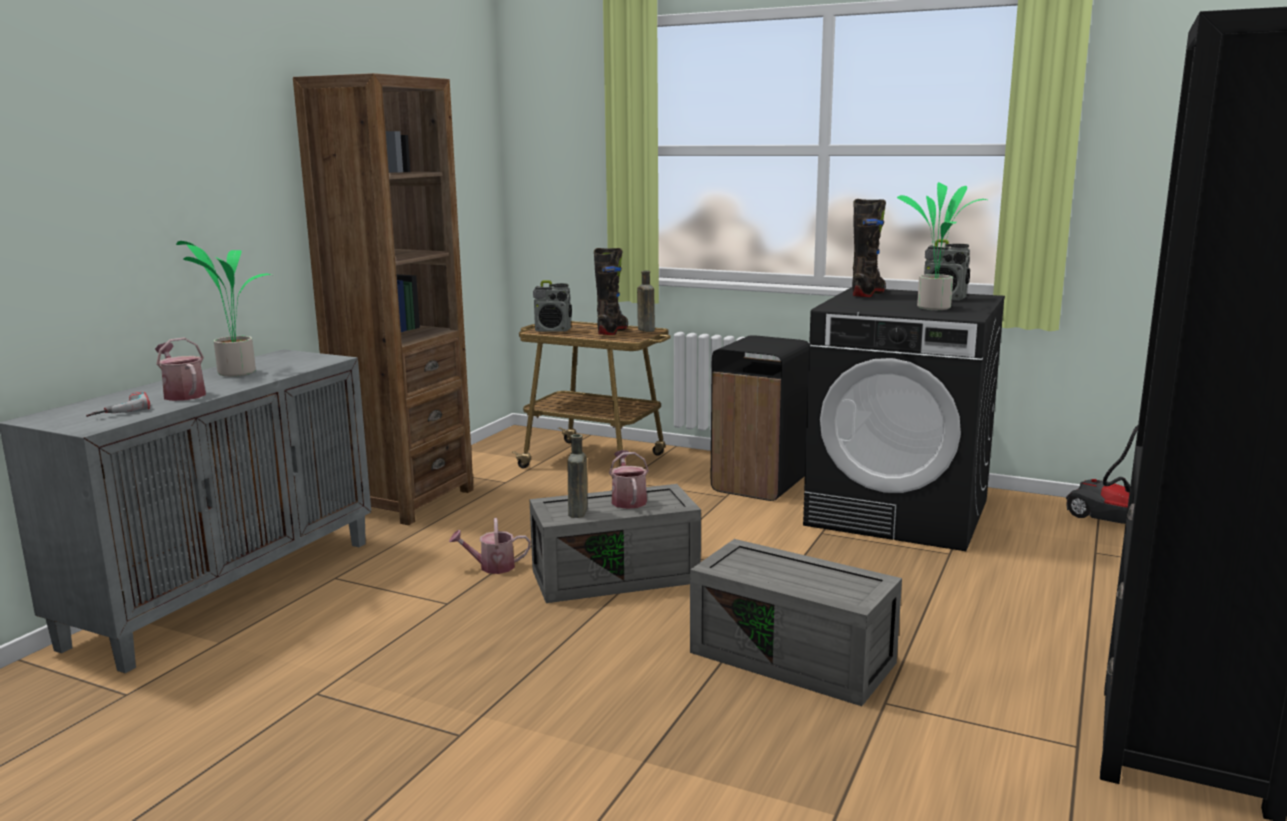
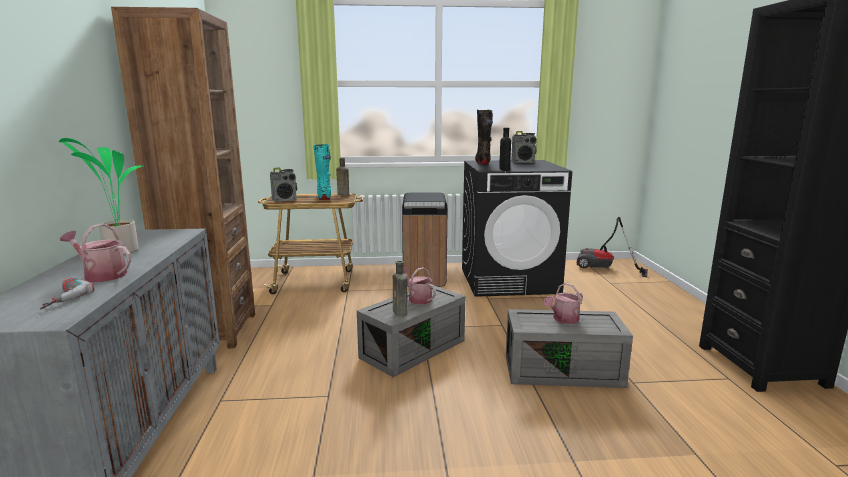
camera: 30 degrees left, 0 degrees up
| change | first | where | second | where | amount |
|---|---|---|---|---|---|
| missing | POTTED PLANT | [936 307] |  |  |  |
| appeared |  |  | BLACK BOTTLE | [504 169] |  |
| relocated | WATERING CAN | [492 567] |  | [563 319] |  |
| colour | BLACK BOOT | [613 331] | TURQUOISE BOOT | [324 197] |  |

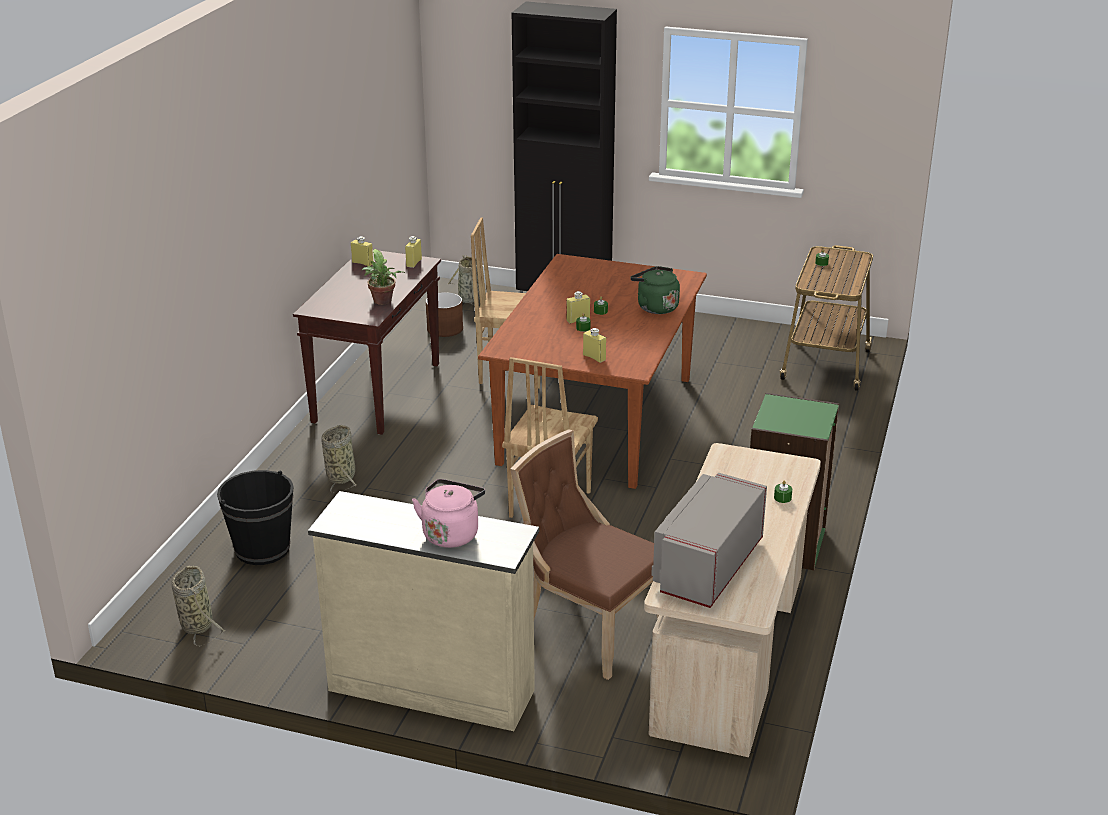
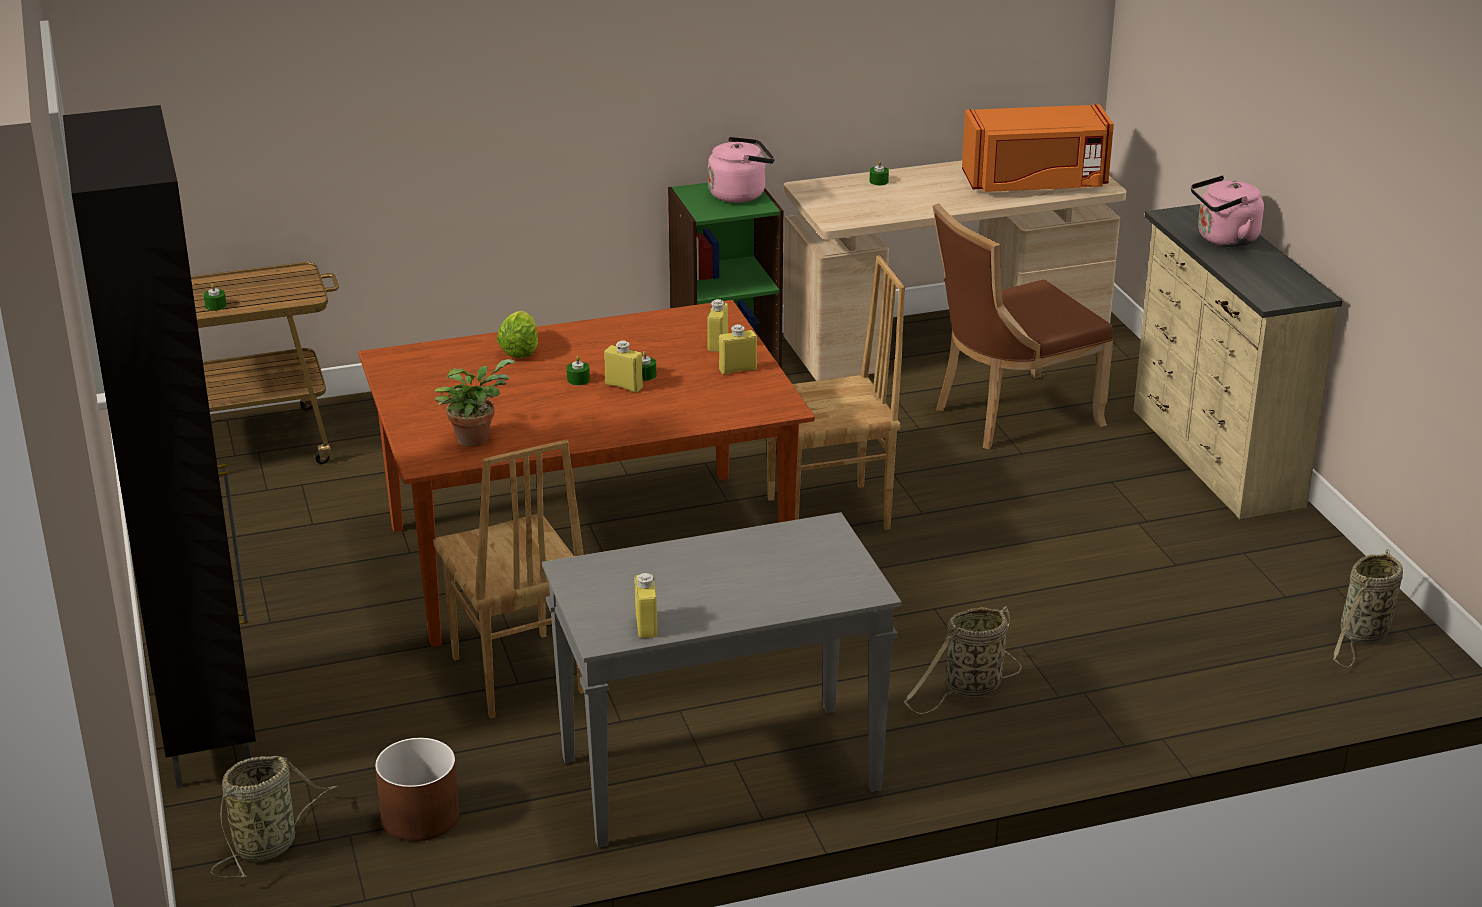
camera: 125 degrees left, 0 degrees up
| change | first | where | second | where | amount |
|---|---|---|---|---|---|
| missing | BLACK BUCKET | [262 549] |  |  |  |
| appeared |  |  | PINK KETTLE | [740 194] |  |
| relocated | POTTED PLANT | [383 302] |  | [475 437] |  |
| relocated | YELLOW BOTTLE | [414 263] |  | [738 369] |  |
| exchanged | GREEN KETTLE | [655 307] | LETTUCE | [520 350] |  |
| colour | BROWN CONSOLE TABLE | [377 392] | GREY CONSOLE TABLE | [718 777] |  |
| colour | GREY MICROWAVE | [707 566] | ORANGE MICROWAVE | [1035 183] |  |
| spun | BROWN CHAIR | [588 628] |  | [1010 415] | 60 degrees clockwise |

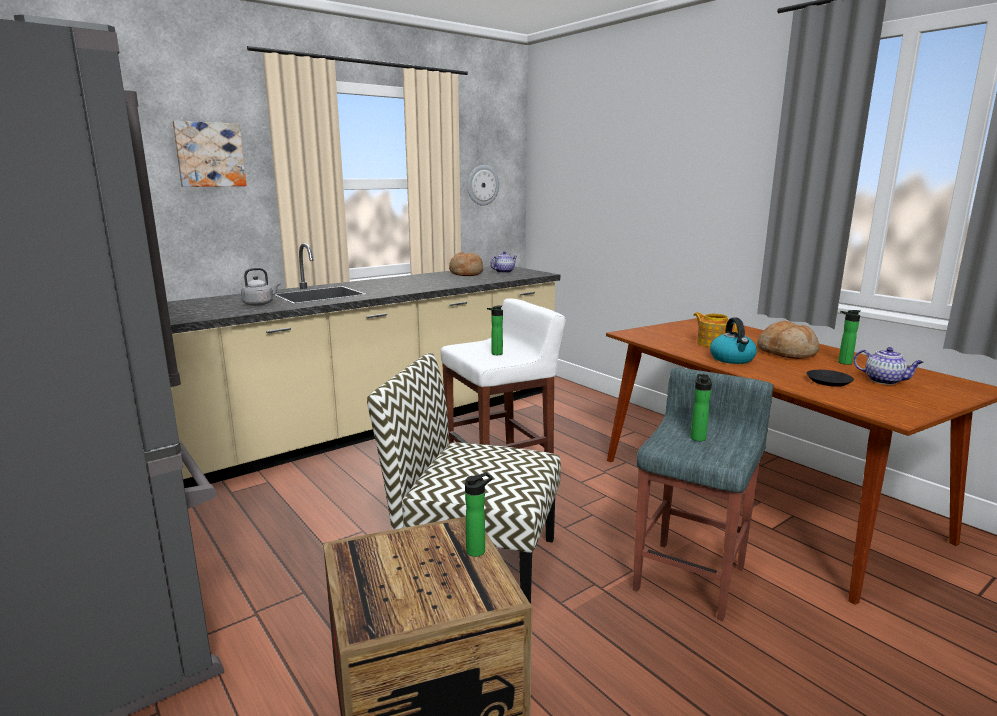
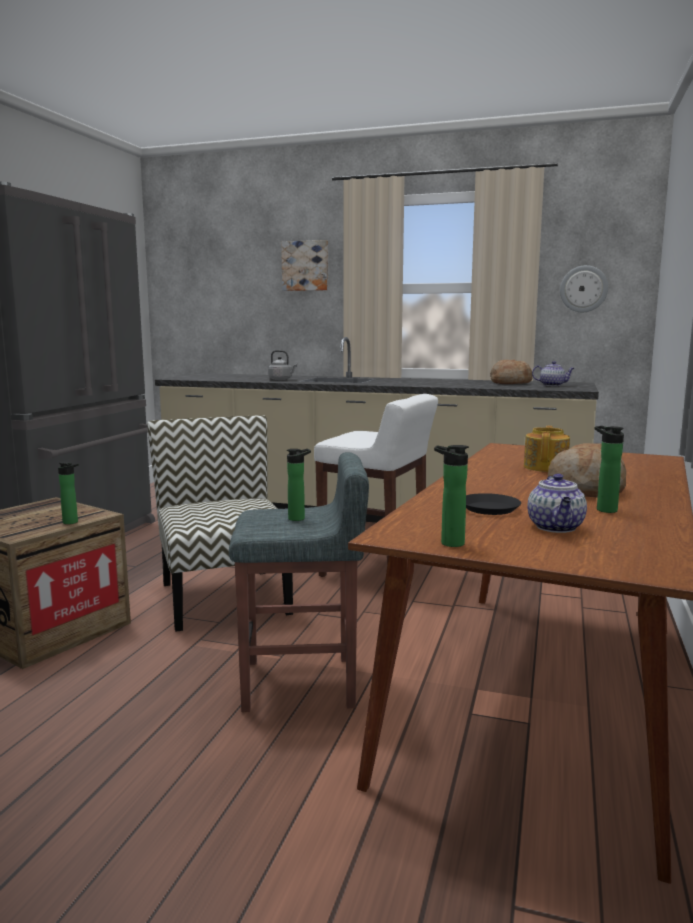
camera: 55 degrees right, 5 degrees down
| change | first | where | second | where | amount |
|---|---|---|---|---|---|
| missing | KETTLE | [732 359] |  |  |  |
| relocated | BOTTLE | [495 354] |  | [448 543] |  |

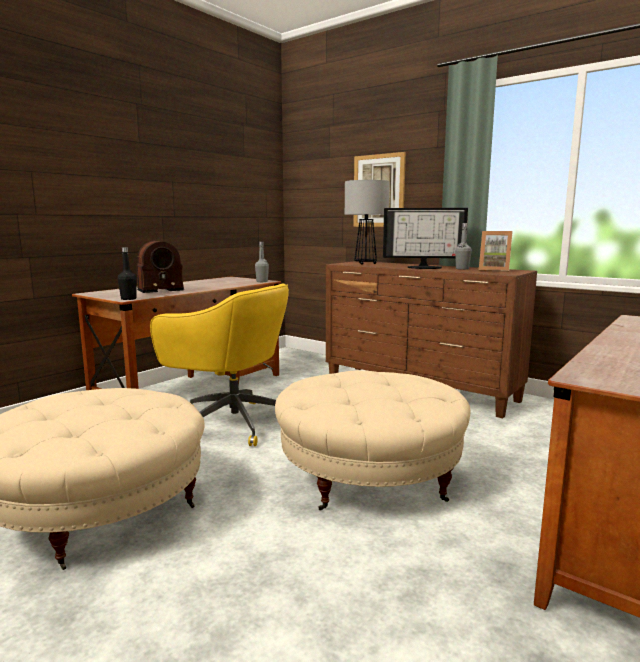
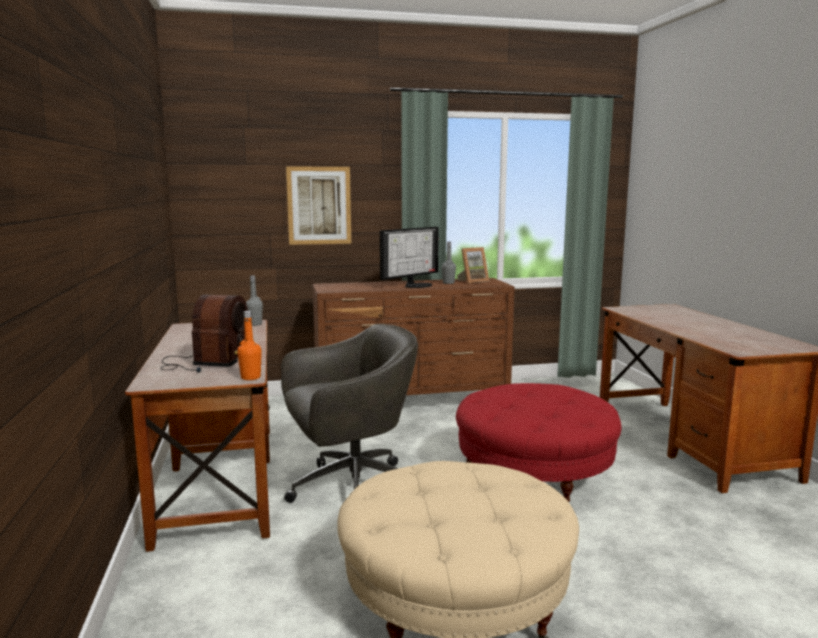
camera: 50 degrees left, 0 degrees up
| change | first | where | second | where | amount |
|---|---|---|---|---|---|
| missing | TABLE LAMP | [365 263] |  |  |  |
| colour | BLACK BOTTLE | [128 299] | ORANGE BOTTLE | [250 377] |  |
| colour | YELLOW OFFICE CHAIR | [231 422] | GREY OFFICE CHAIR | [350 489] |  |
| colour | BEIGE OTTOMAN | [369 475] | RED OTTOMAN | [534 475] |  |

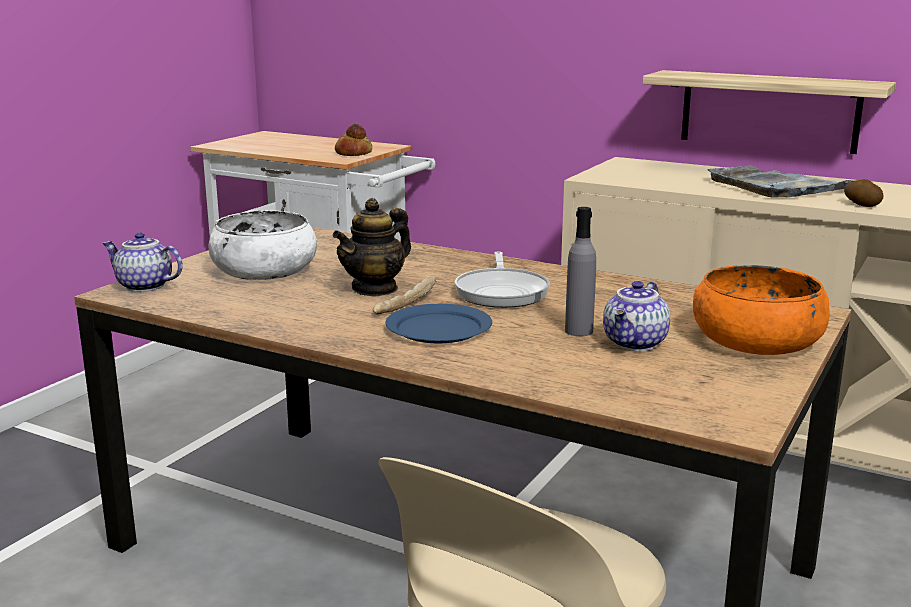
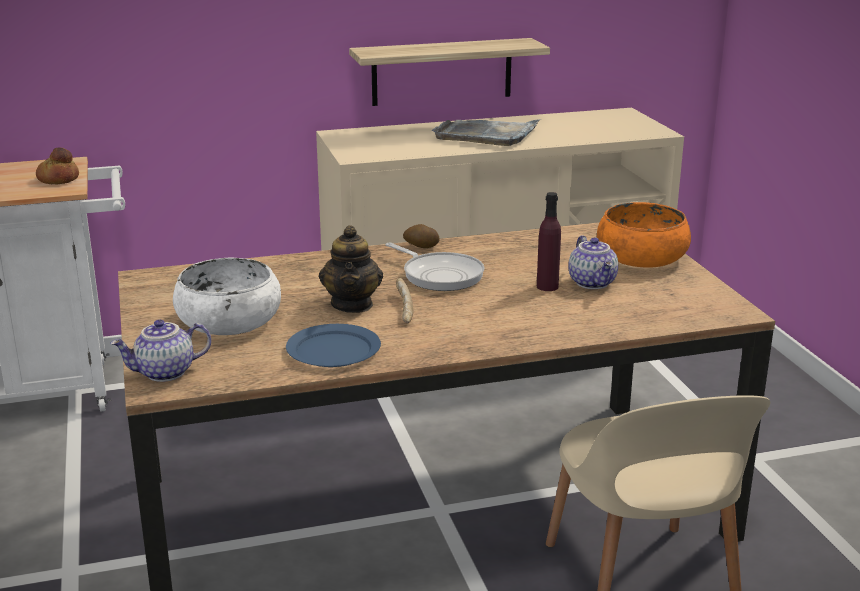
camera: 45 degrees left, 5 degrees up
| change | first | where | second | where | amount |
|---|---|---|---|---|---|
| relocated | BLUE PLATE | [438 328] |  | [333 350] |  |
| relocated | POTATO | [861 205] |  | [421 246] |  |
| colour | GREY BOTTLE | [579 331] | PURPLE BOTTLE | [547 286] |  |

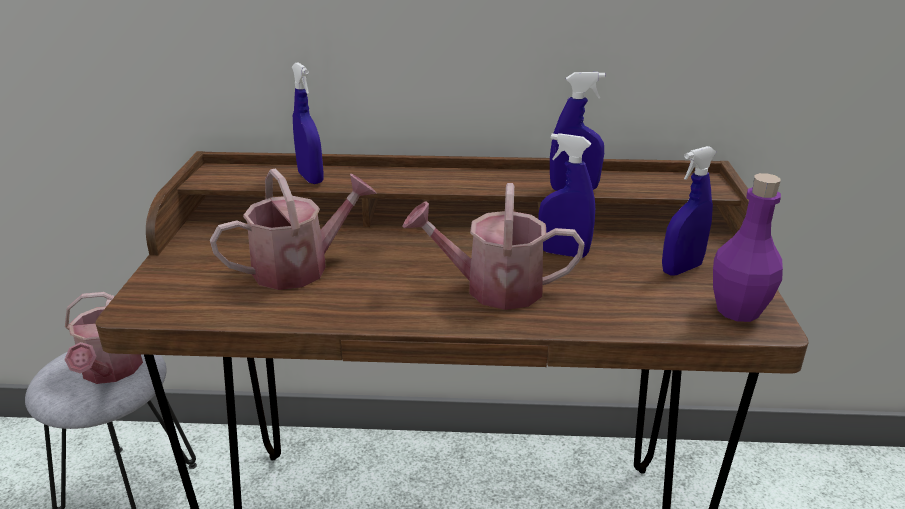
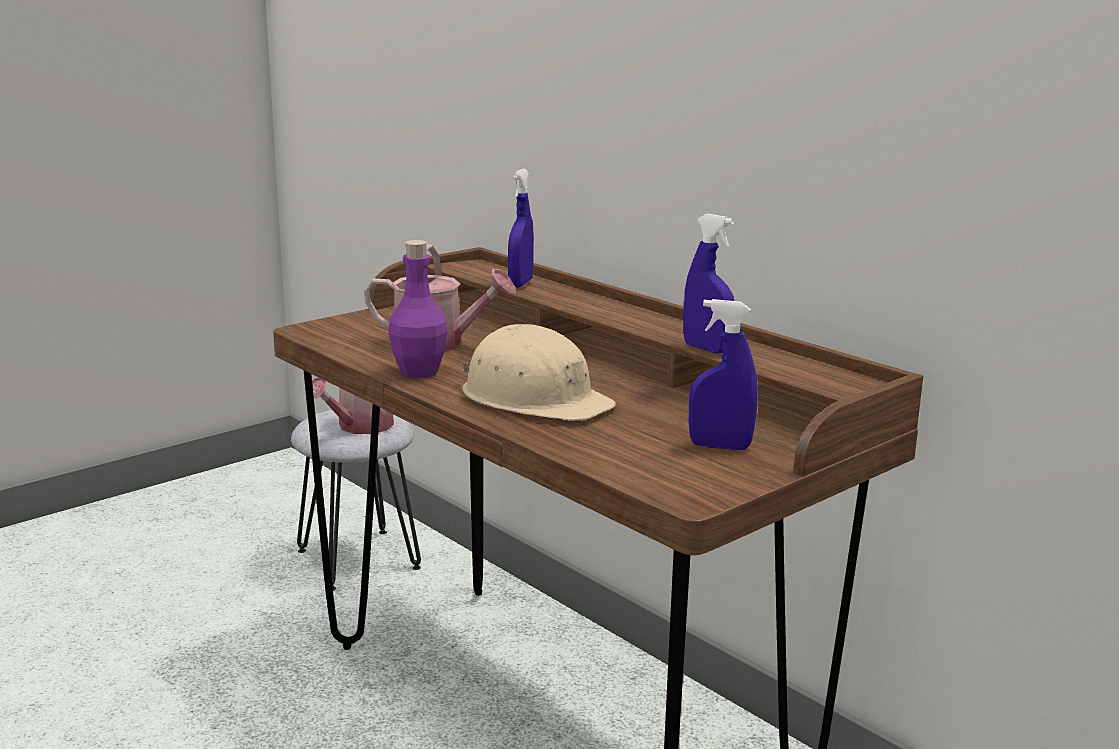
camera: 45 degrees right, 10 degrees down
| change | first | where | second | where | amount |
|---|---|---|---|---|---|
| missing | BLUE SPRAY BOTTLE | [563 253] |  |  |  |
| relocated | PURPLE BOTTLE | [737 310] |  | [419 372] |  |
| exchanged | WATERING CAN | [492 288] | BEIGE HARD HAT | [534 399] |  |

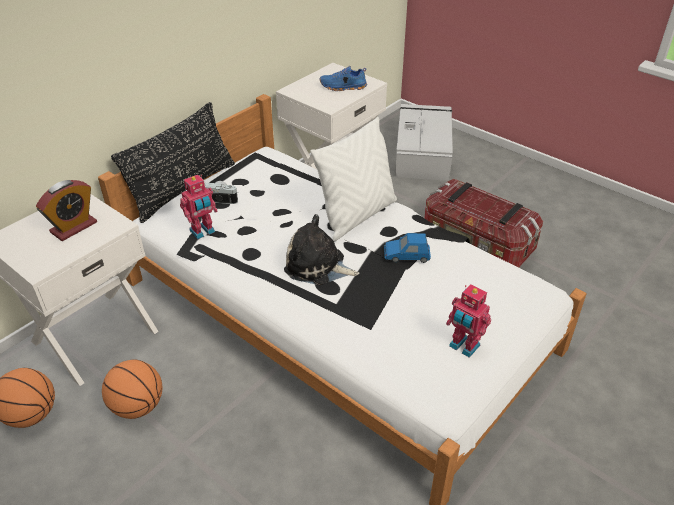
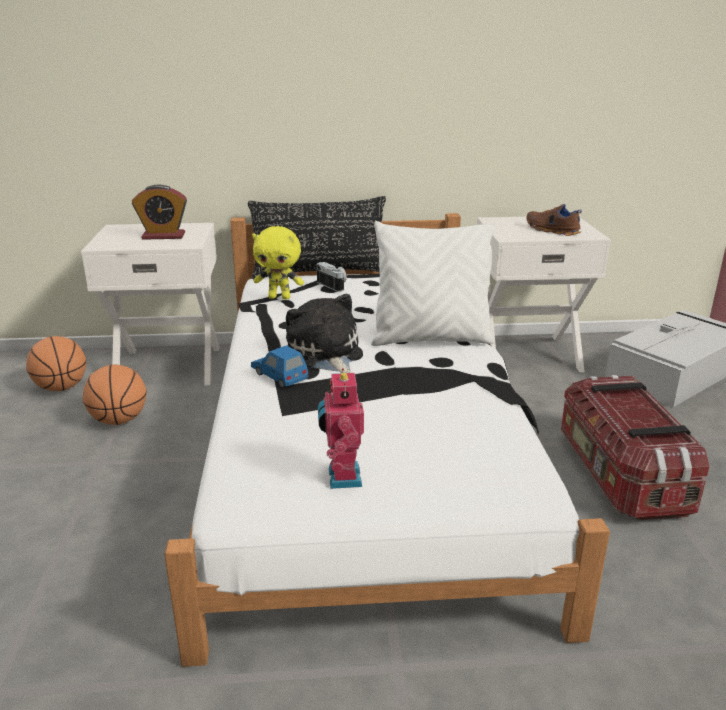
camera: 45 degrees right, 15 degrees down
| change | first | where | second | where | amount |
|---|---|---|---|---|---|
| relocated | BLUE TOY CAR | [406 255] |  | [279 376] |  |
| exchanged | TOY ROBOT | [203 232] | YELLOW PLUSH TOY | [280 297] |  |
| colour | BLUE SHOE | [343 87] | BROWN SHOE | [551 230] |  |

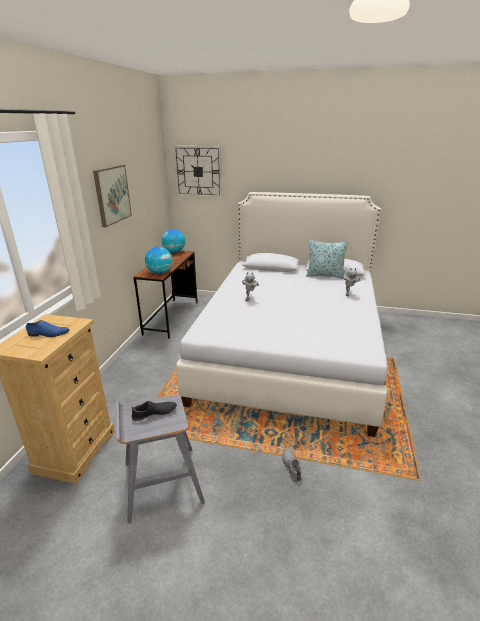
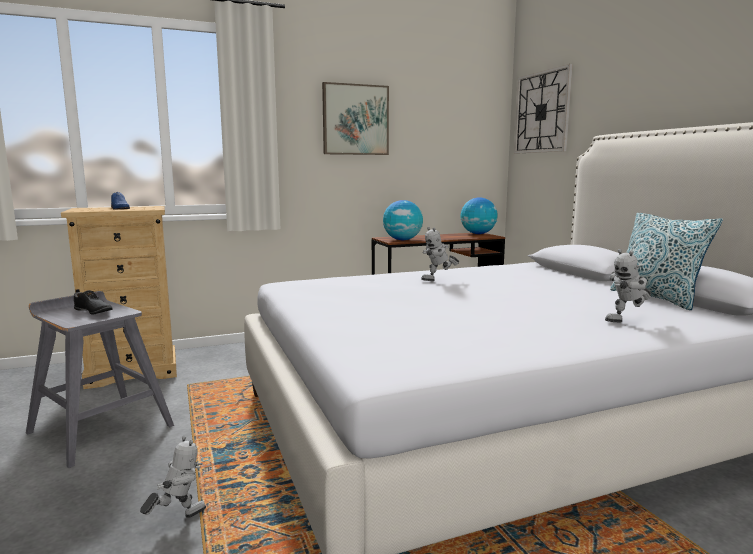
camera: 55 degrees right, 15 degrees down
| change | first | where | second | where | amount |
|---|---|---|---|---|---|
| exchanged | GREY SHOE | [291 466] | TOY ROBOT | [178 517] |  |

